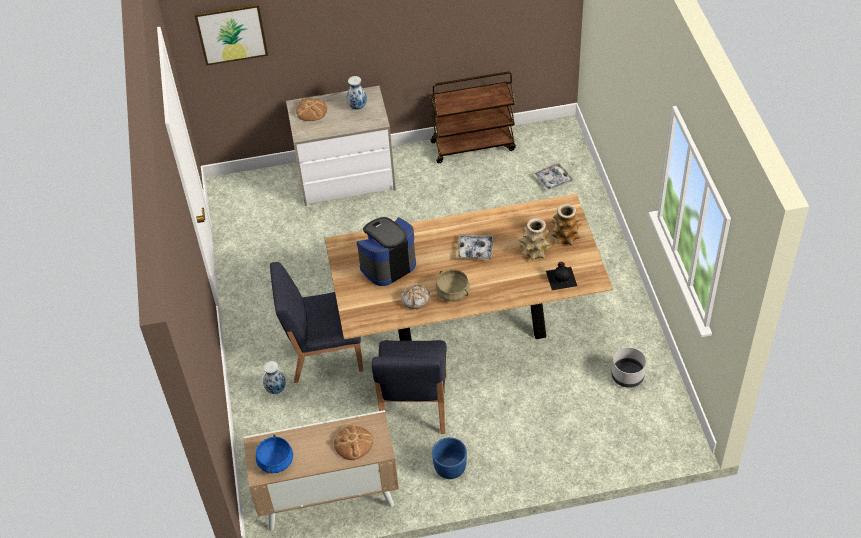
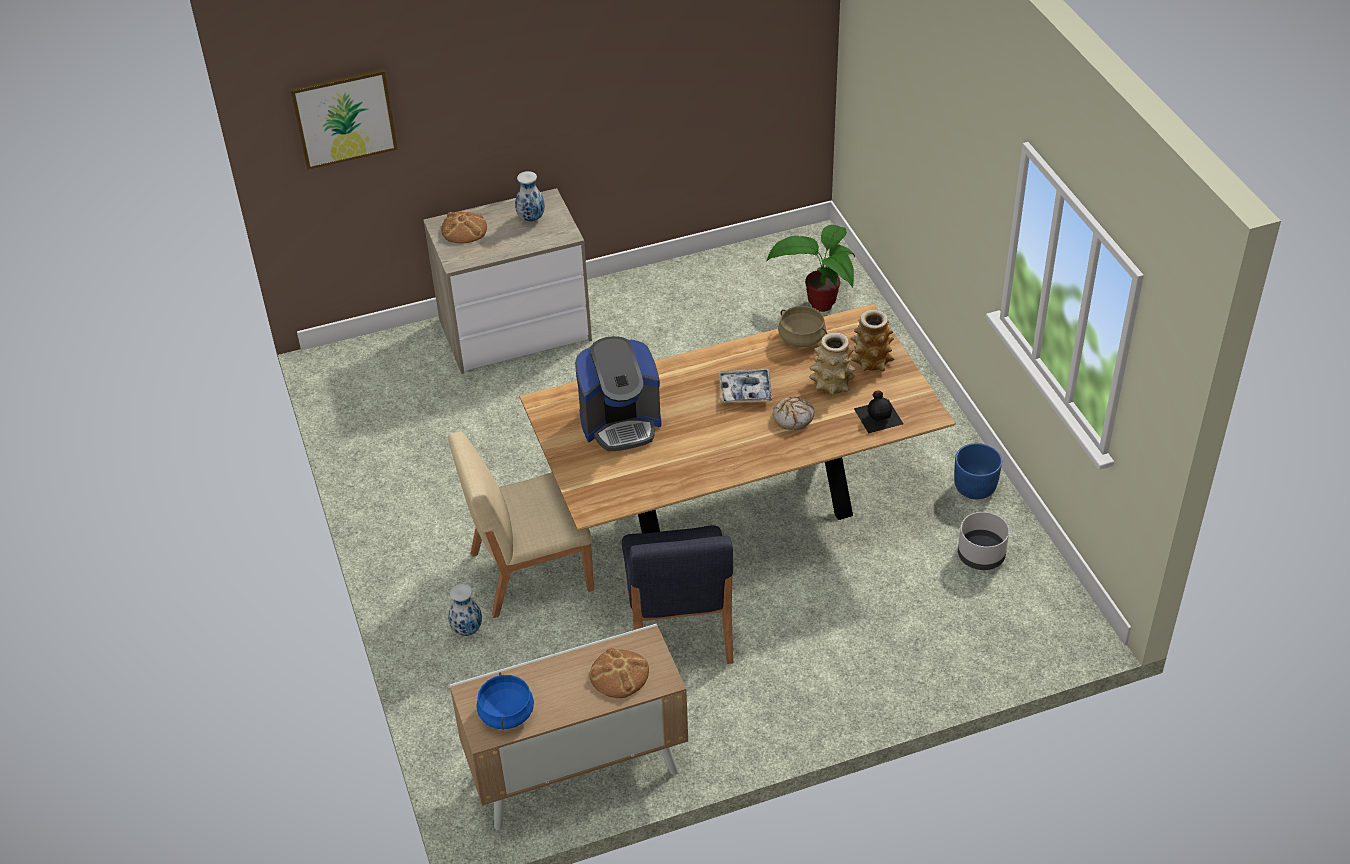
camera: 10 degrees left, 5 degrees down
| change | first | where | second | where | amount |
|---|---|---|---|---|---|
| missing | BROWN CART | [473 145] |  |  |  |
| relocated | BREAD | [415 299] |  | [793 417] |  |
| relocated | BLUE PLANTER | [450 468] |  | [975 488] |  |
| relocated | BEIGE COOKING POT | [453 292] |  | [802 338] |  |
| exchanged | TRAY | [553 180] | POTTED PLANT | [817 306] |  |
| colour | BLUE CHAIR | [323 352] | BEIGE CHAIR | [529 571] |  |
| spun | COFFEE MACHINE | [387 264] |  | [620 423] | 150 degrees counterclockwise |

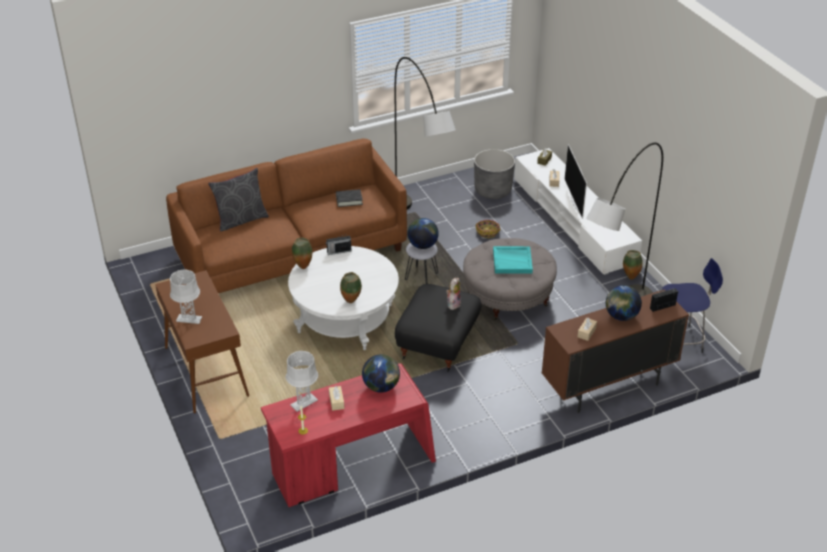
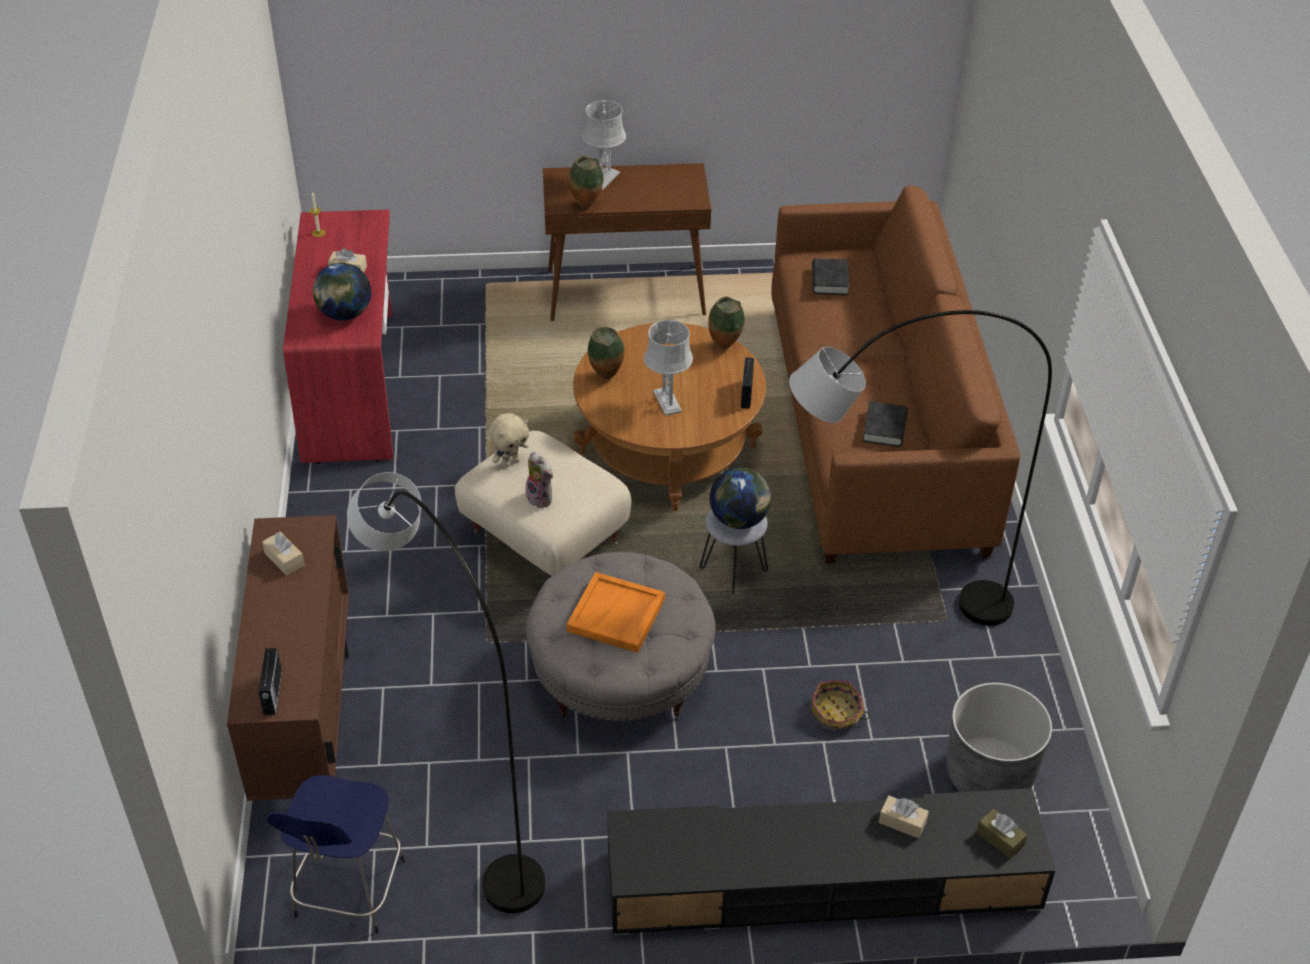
camera: 110 degrees right, 5 degrees up
| change | first | where | second | where | amount |
|---|---|---|---|---|---|
| missing | GREY PILLOW | [241 220] |  |  |  |
| missing | TELEVISION | [576 203] |  |  |  |
| missing | GLOBE | [621 316] |  |  |  |
| appeared |  |  | BEIGE PLUSH TOY | [511 462] |  |
| appeared |  |  | BLACK BOOK | [829 280] |  |
| relocated | GREY TABLE LAMP | [304 402] |  | [667 401] |  |
| relocated | VASE | [630 277] |  | [586 205] |  |
| colour | WHITE COFFEE TABLE | [345 319] | BROWN COFFEE TABLE | [668 450] |  |
| colour | BLACK OTTOMAN | [438 345] | BEIGE OTTOMAN | [543 540] |  |
| colour | TURQUOISE TRAY | [512 261] | ORANGE TRAY | [616 616] |  |
| colour | WHITE TV STAND | [573 221] | BLACK TV STAND | [821 881] |  |

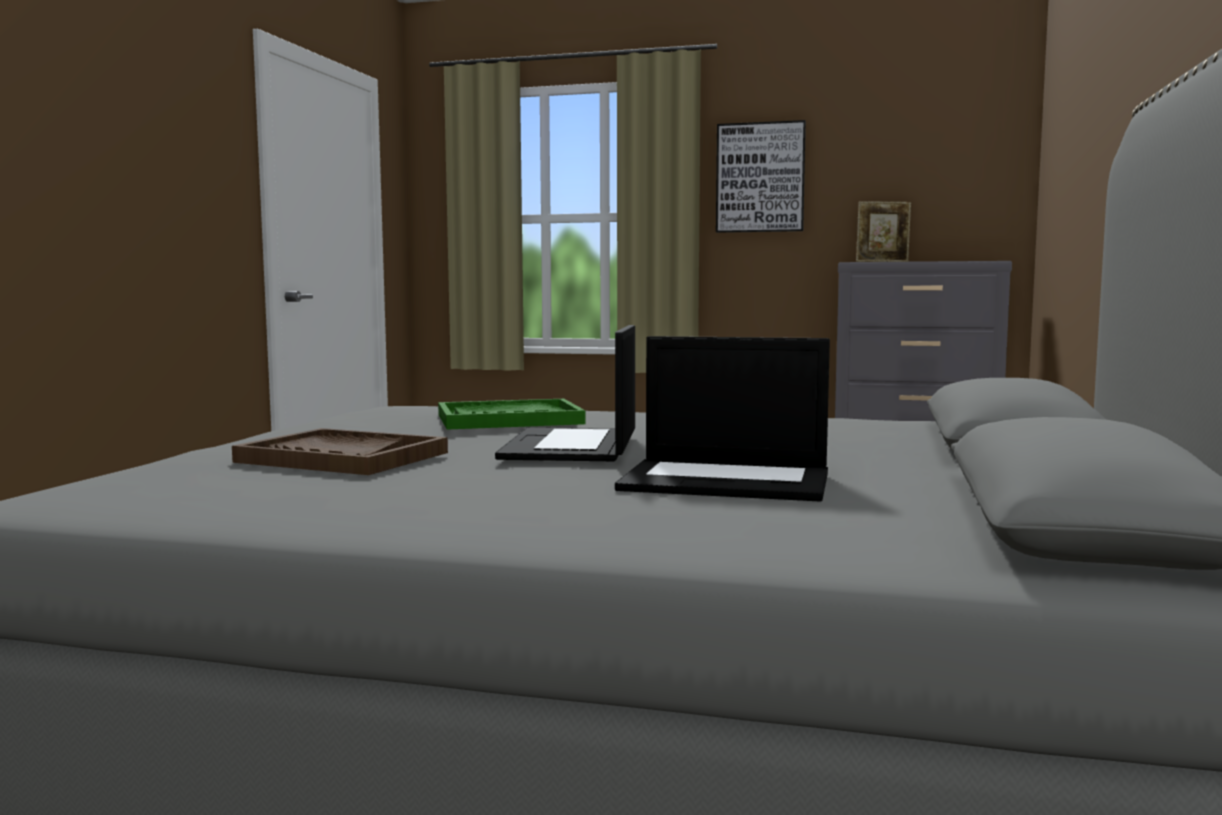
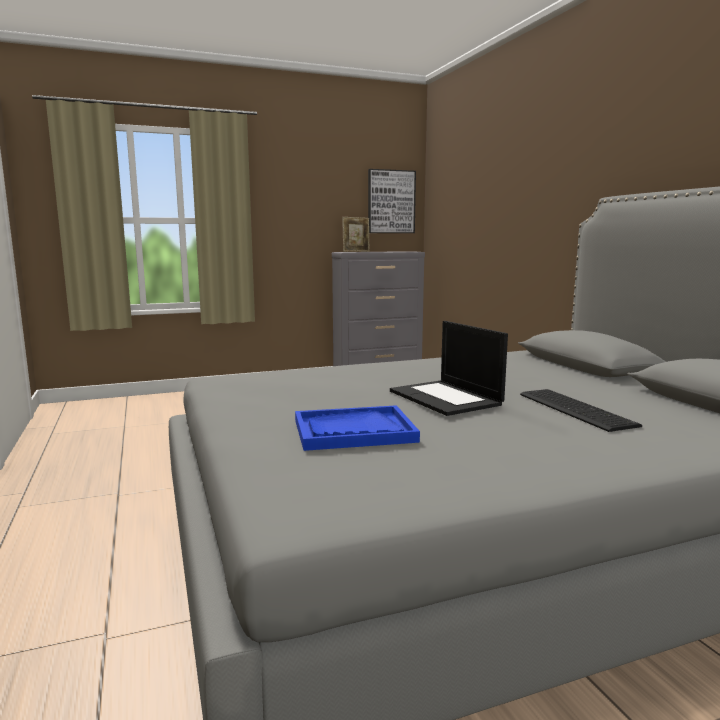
camera: 35 degrees left, 5 degrees up
| change | first | where | second | where | amount |
|---|---|---|---|---|---|
| missing | GREEN TRAY | [508 419] |  |  |  |
| relocated | PICTURE | [760 177] |  | [391 202] |  |
| exchanged | LAPTOP | [729 481] | KEYBOARD | [576 409] |  |
| colour | BROWN TRAY | [342 457] | BLUE TRAY | [353 431] |  |

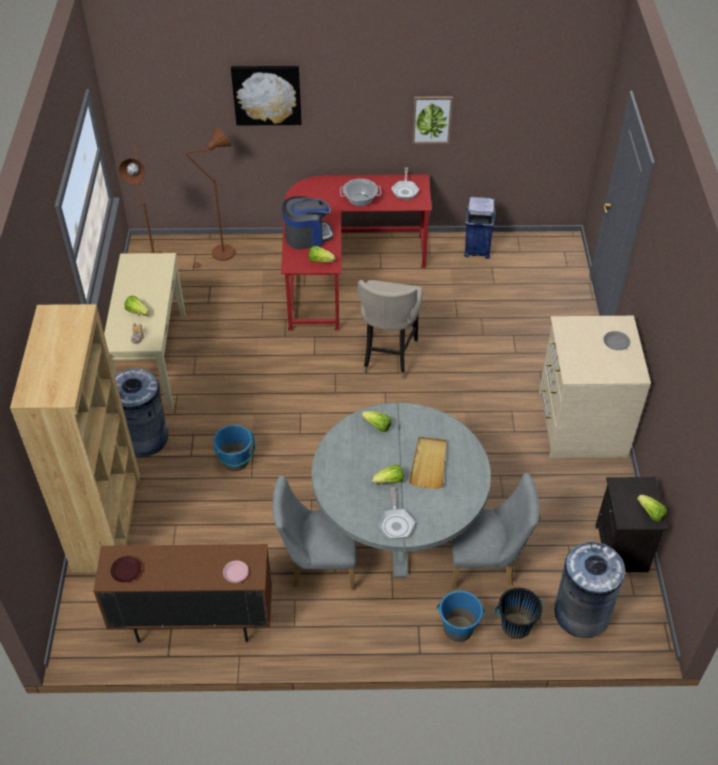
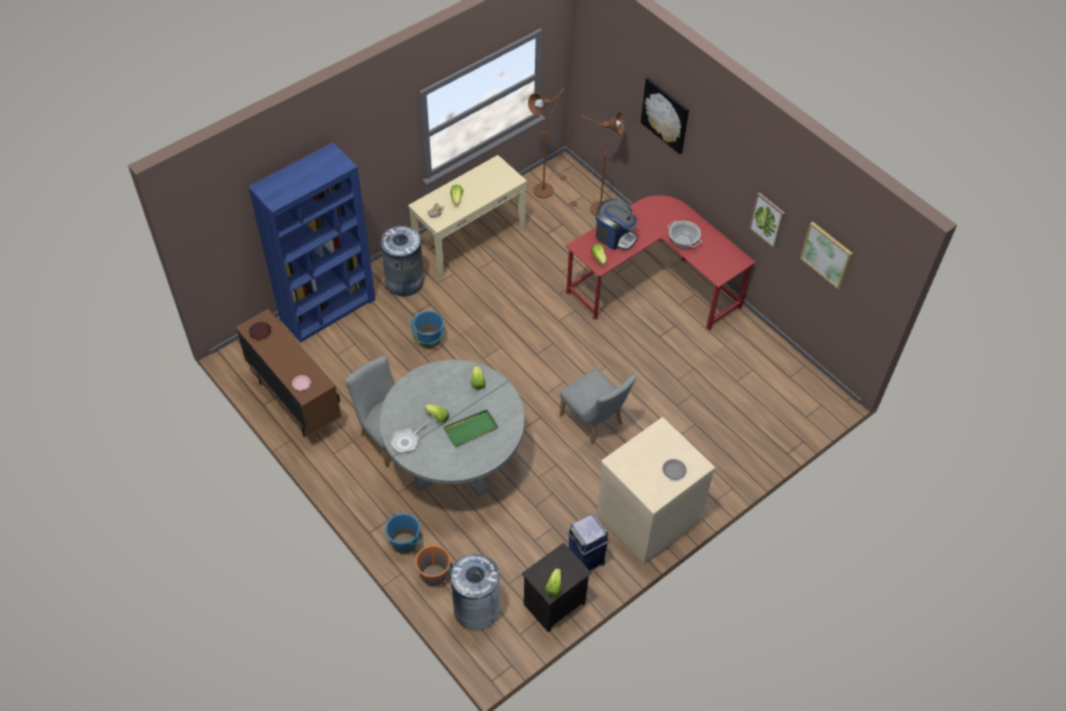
camera: 50 degrees right, 5 degrees up
| change | first | where | second | where | amount |
|---|---|---|---|---|---|
| missing | BEIGE STOOL | [388 357] |  |  |  |
| missing | FRYING PAN | [405 190] |  |  |  |
| appeared |  |  | PICTURE | [827 254] |  |
| relocated | GREY CHAIR | [486 564] |  | [594 422] |  |
| relocated | BLUE TRASH CAN | [476 249] |  | [586 559] |  |
| colour | BROWN BOOKCASE | [107 521] | BLUE BOOKCASE | [328 309] |  |
| colour | BEIGE TRAY | [429 464] | GREEN TRAY | [471 429] |  |
| colour | BLACK BUCKET | [516 626] | ORANGE BUCKET | [434 575] |  |

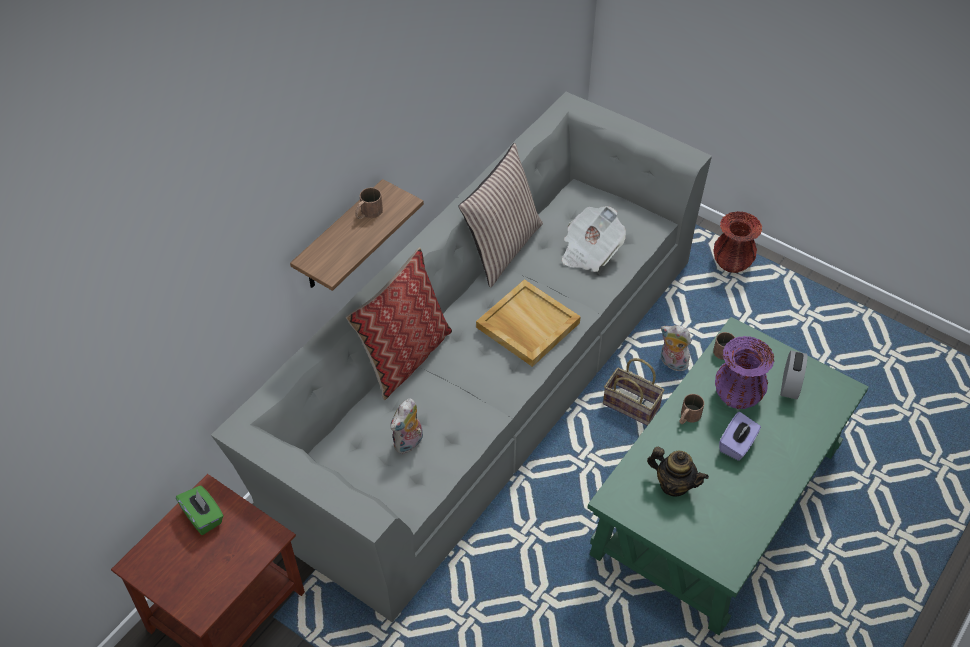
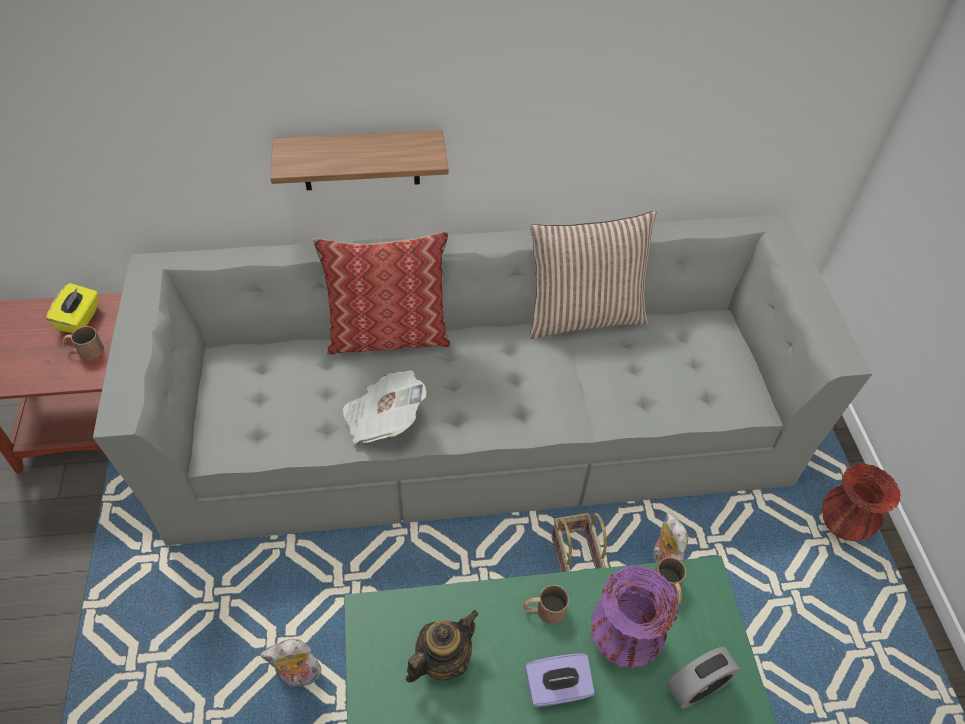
camera: 45 degrees right, 0 degrees up
| change | first | where | second | where | amount |
|---|---|---|---|---|---|
| missing | BEIGE TRAY | [527 325] |  |  |  |
| relocated | BROWN MUG | [368 213] |  | [85 350] |  |
| relocated | PLUSH TOY | [409 444] |  | [298 676] |  |
| relocated | NEWSPAPER | [590 251] |  | [383 419] |  |
| colour | GREEN TISSUE BOX | [203 517] | YELLOW TISSUE BOX | [80 319] |  |
| spun | TEAPOT | [674 484] |  | [442 660] | 120 degrees counterclockwise |

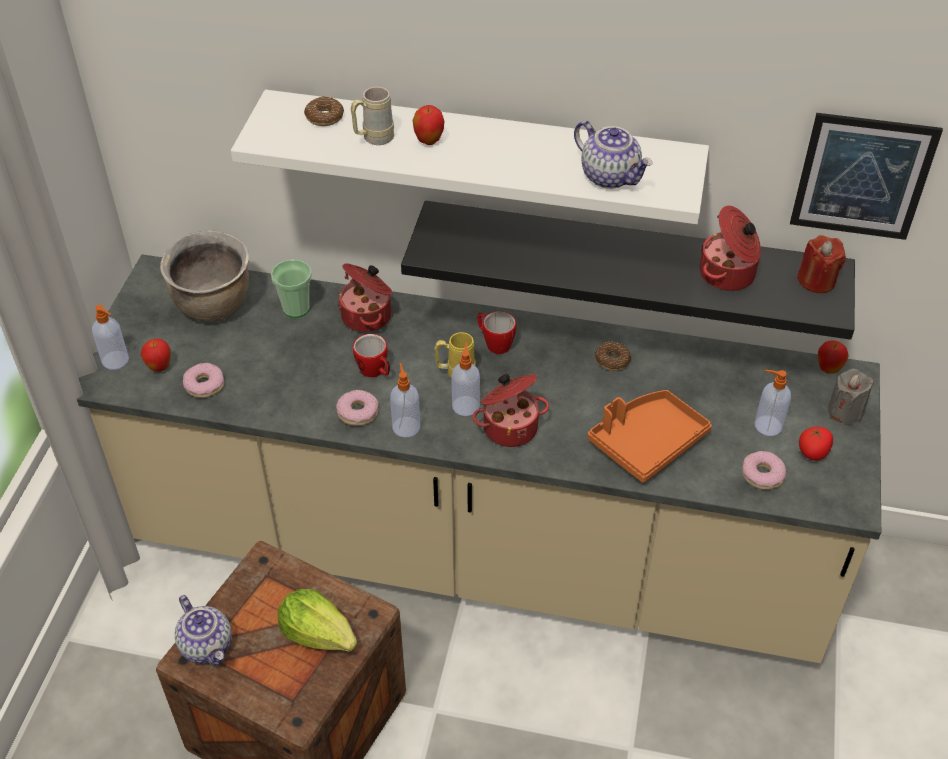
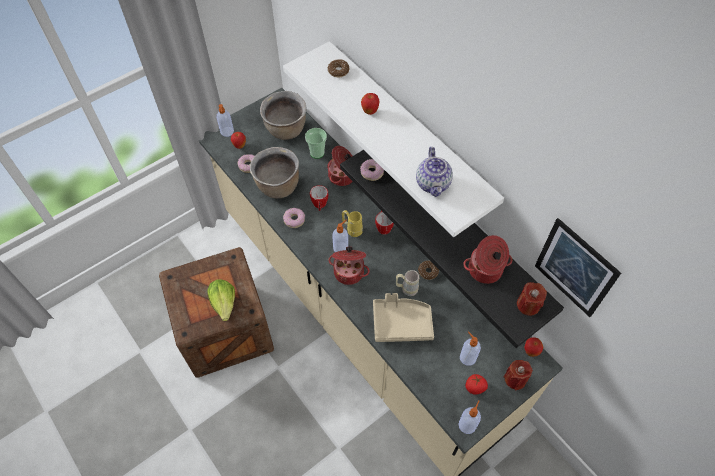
camera: 40 degrees right, 10 degrees up
| change | first | where | second | where | amount |
|---|---|---|---|---|---|
| missing | TEAPOT | [207 645] |  |  |  |
| appeared |  |  | BROWN COOKING POT | [278 187] |  |
| relocated | BEIGE MUG | [373 139] |  | [406 289] |  |
| relocated | SOAP DISPENSER | [406 426] |  | [467 424] |  |
| relocated | DONUT | [762 475] |  | [372 172] |  |
| colour | ORANGE TRAY | [647 442] | BEIGE TRAY | [401 323] |  |
| colour | GREY CANDLE | [845 411] | RED CANDLE | [515 379] |  |

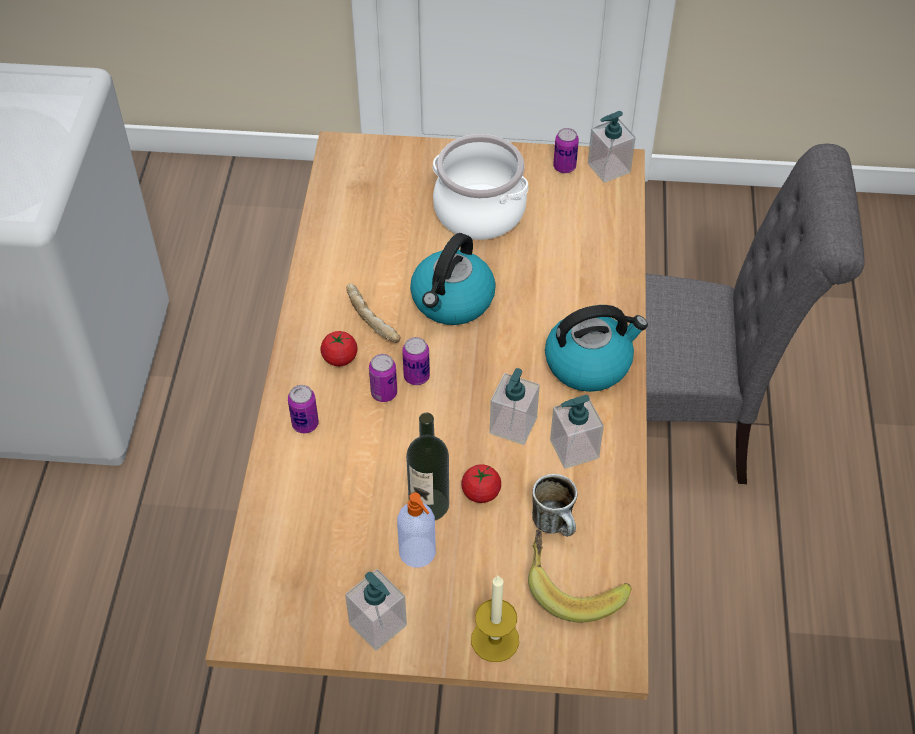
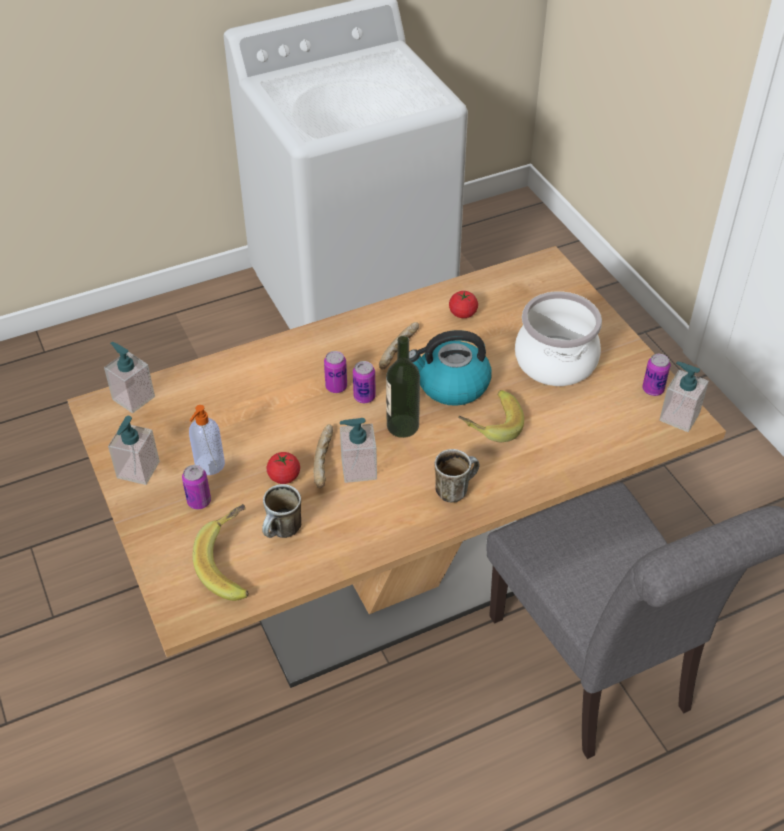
camera: 60 degrees right, 5 degrees down
| change | first | where | second | where | amount |
|---|---|---|---|---|---|
| missing | CANDLE | [495 640] |  |  |  |
| appeared |  |  | BREAD | [325 461] |  |
| appeared |  |  | BANANA | [488 427] |  |
| relocated | CAN | [305 424] |  | [199 501] |  |
| relocated | TOMATO | [340 358] |  | [463 313] |  |
| relocated | BOTTLE | [429 504] |  | [402 426] |  |
| relocated | SOAP DISPENSER | [574 449] |  | [133 398] |  |
| exchanged | KETTLE | [589 363] | MUG | [455 489] |  |

